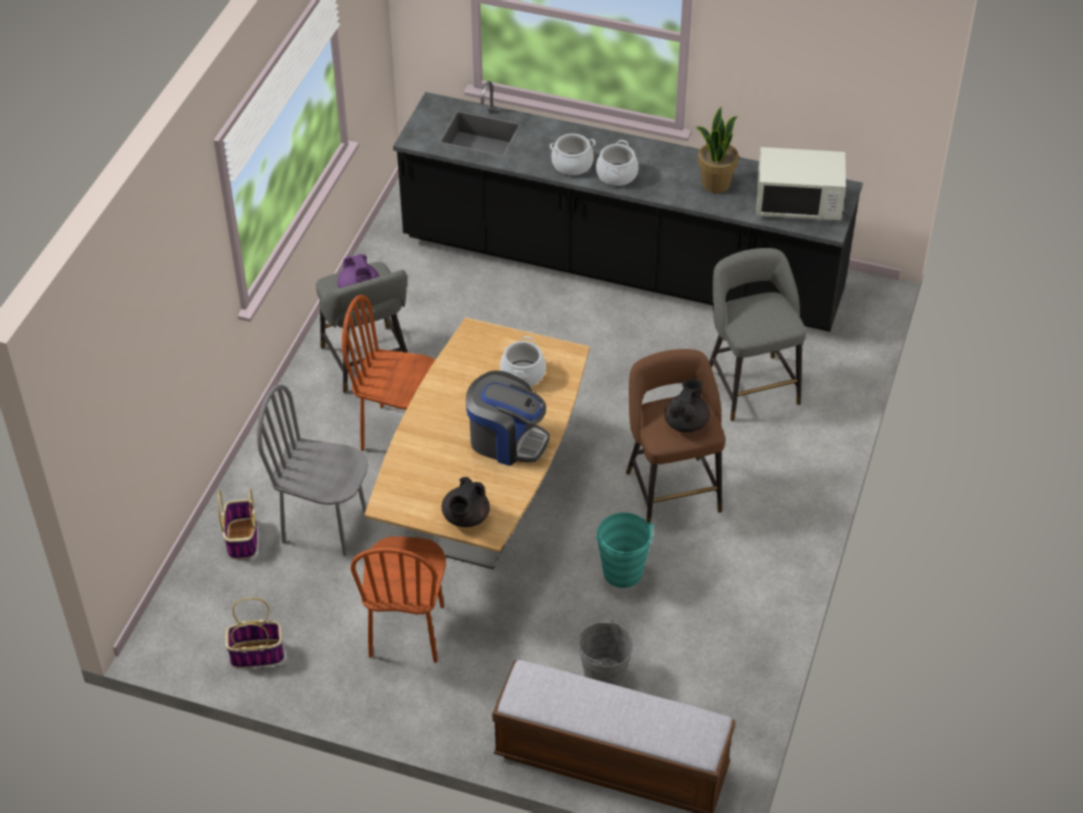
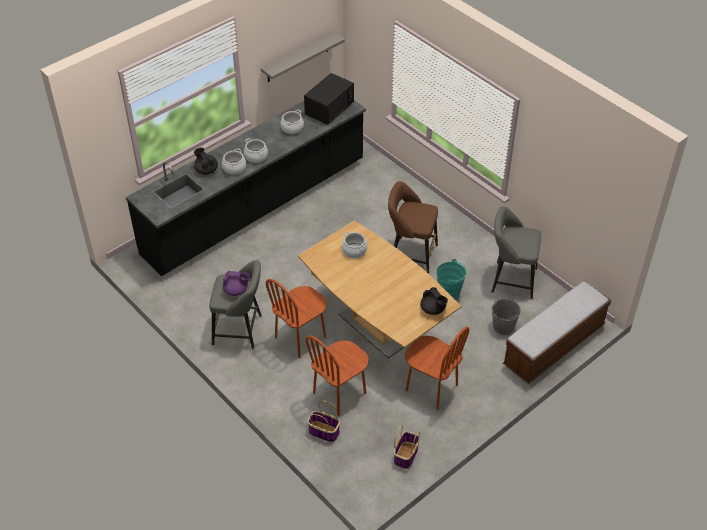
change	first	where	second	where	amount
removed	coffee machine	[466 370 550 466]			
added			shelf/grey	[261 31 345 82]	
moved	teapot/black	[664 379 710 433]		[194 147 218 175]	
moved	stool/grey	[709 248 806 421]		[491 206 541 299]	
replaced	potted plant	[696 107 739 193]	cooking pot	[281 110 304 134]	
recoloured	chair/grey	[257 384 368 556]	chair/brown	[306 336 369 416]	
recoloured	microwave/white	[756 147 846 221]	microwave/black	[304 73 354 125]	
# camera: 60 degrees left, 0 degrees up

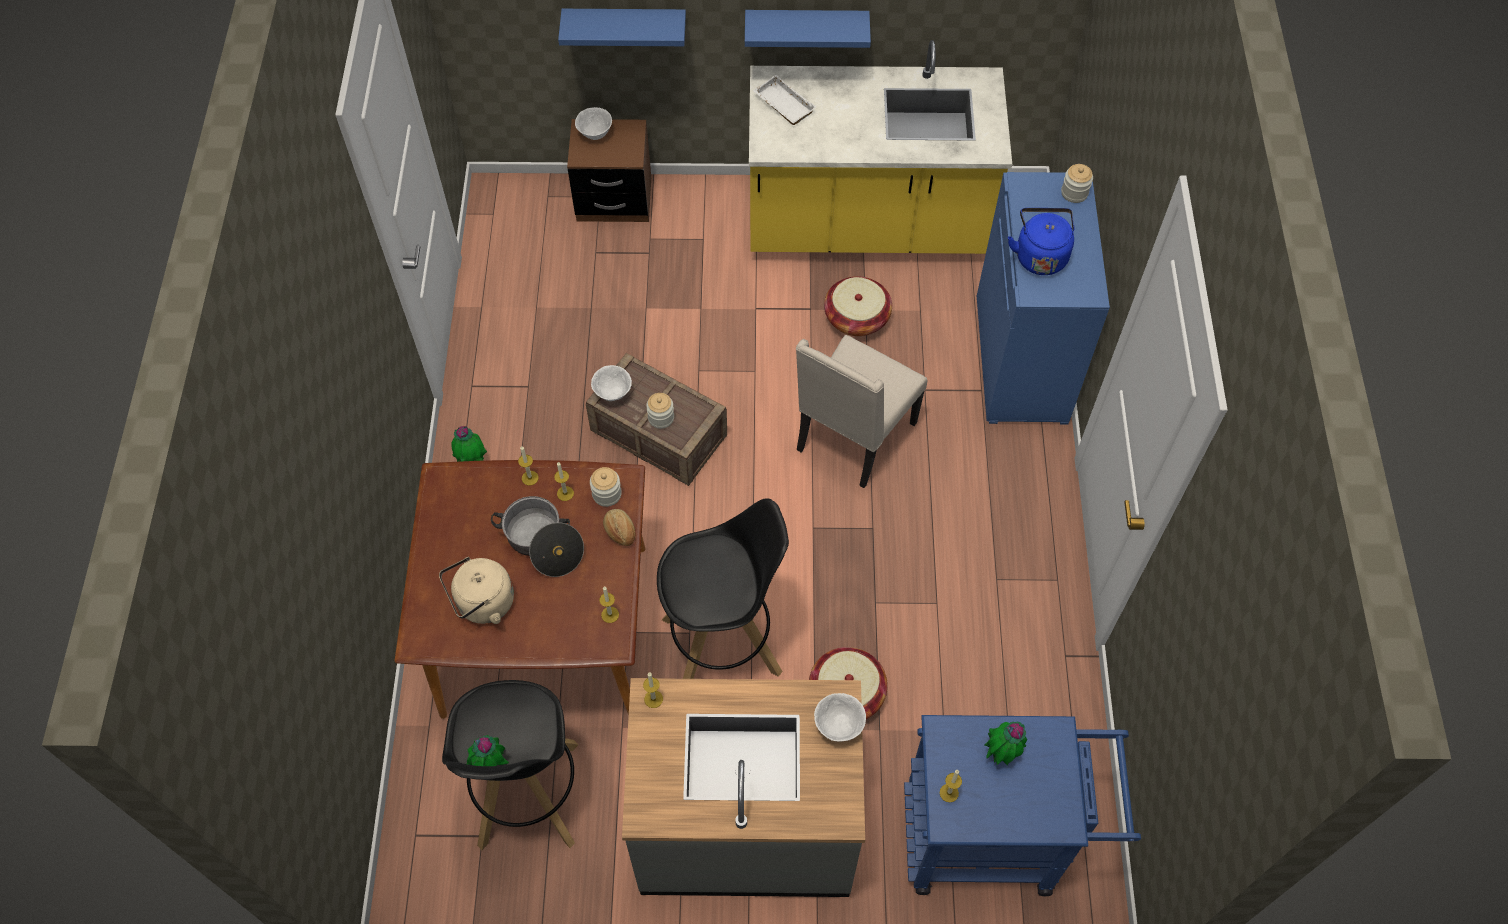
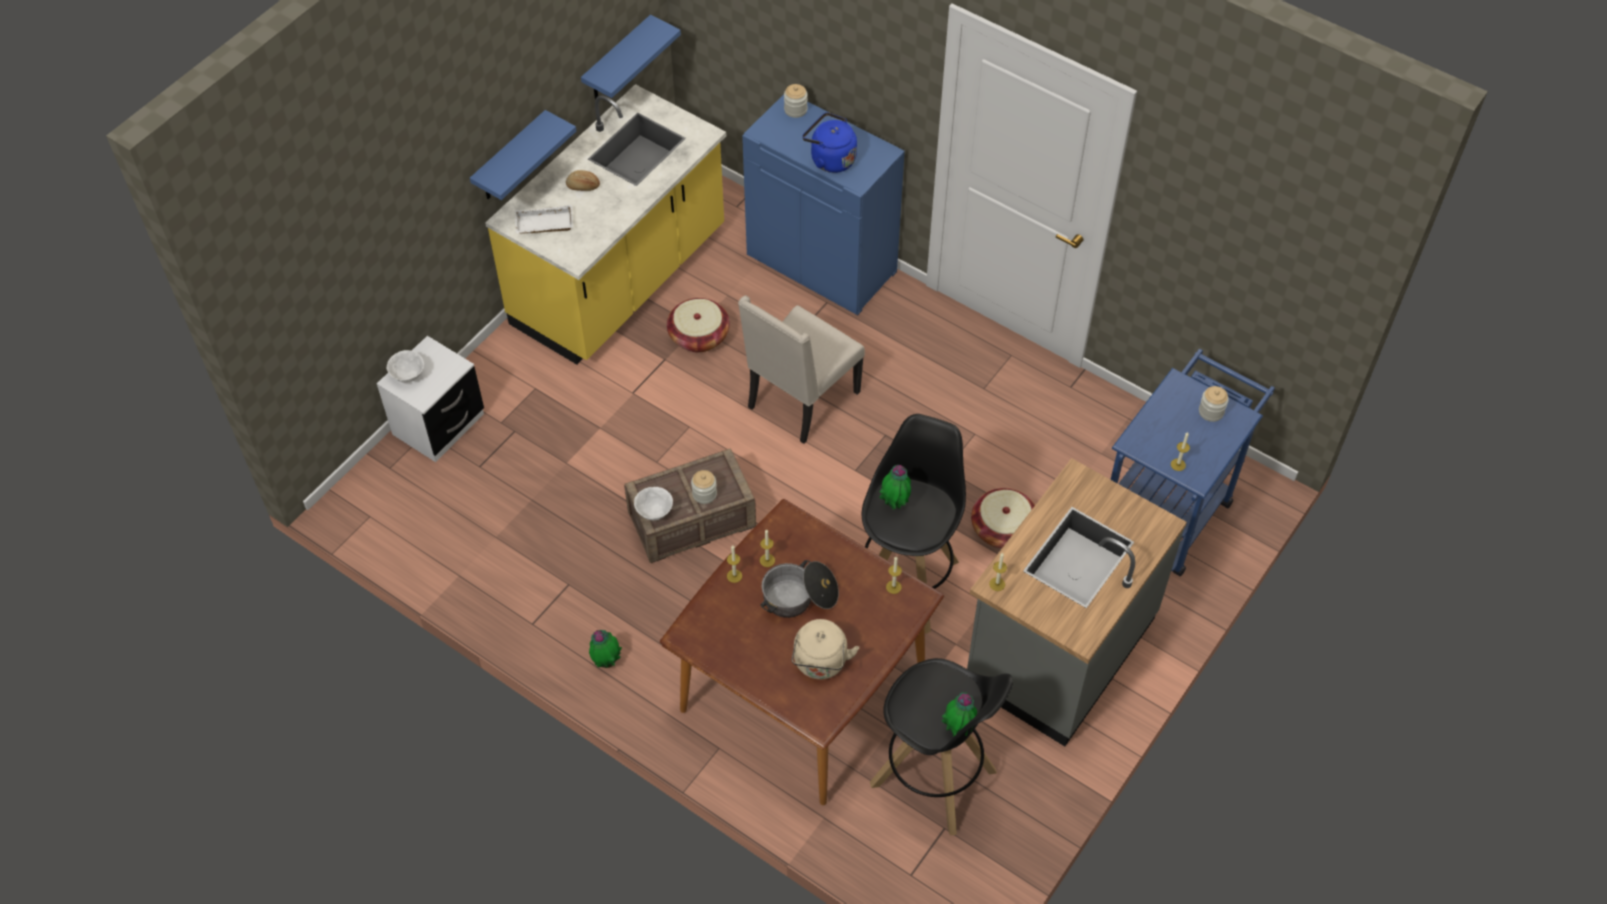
change	first	where	second	where	amount
removed	bowl/white	[814 693 866 741]			
moved	shelf/blue	[558 9 686 46]		[581 15 681 99]	
moved	jar	[590 467 622 507]		[1199 386 1229 422]	
moved	bread	[603 509 635 546]		[566 170 600 191]	
moved	potted plant	[984 722 1027 765]		[880 465 911 510]	
recoloured	nightstand/brown	[567 119 651 222]	nightstand/white	[377 336 484 462]	
turned	chair/beige	[796 335 927 488]		[738 296 865 444]	60 degrees clockwise
# camera: 55 degrees left, 5 degrees down

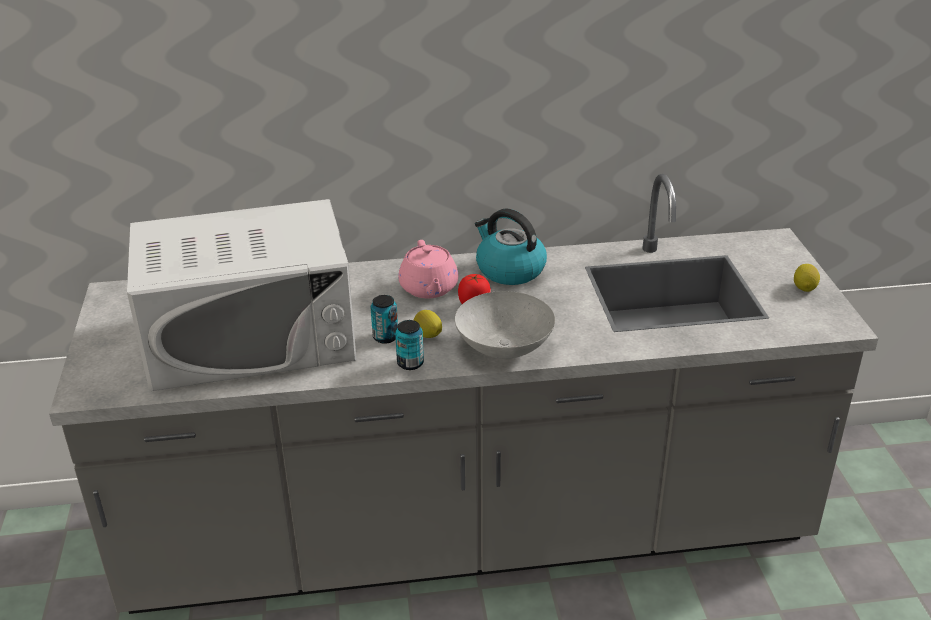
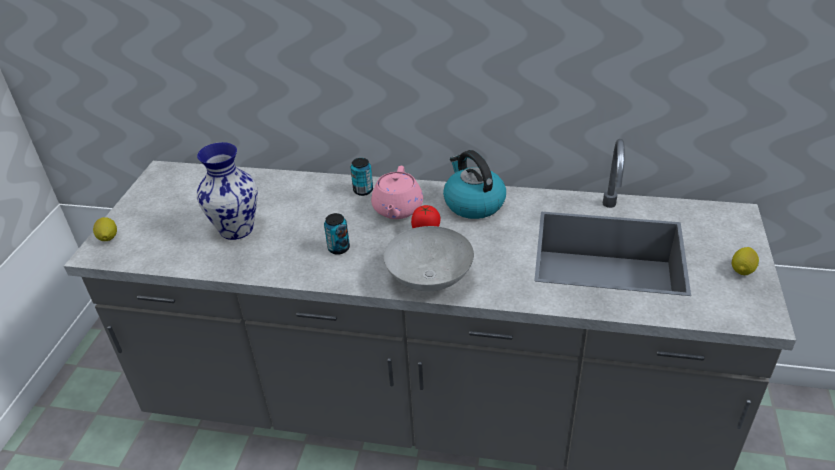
change	first	where	second	where	amount
moved	can	[395 320 424 370]		[351 158 373 196]	
moved	lemon	[414 310 442 338]		[93 217 117 241]	
replaced	microwave/white	[127 199 357 392]	vase	[197 142 258 240]	
# camera: 20 degrees right, 5 degrees up

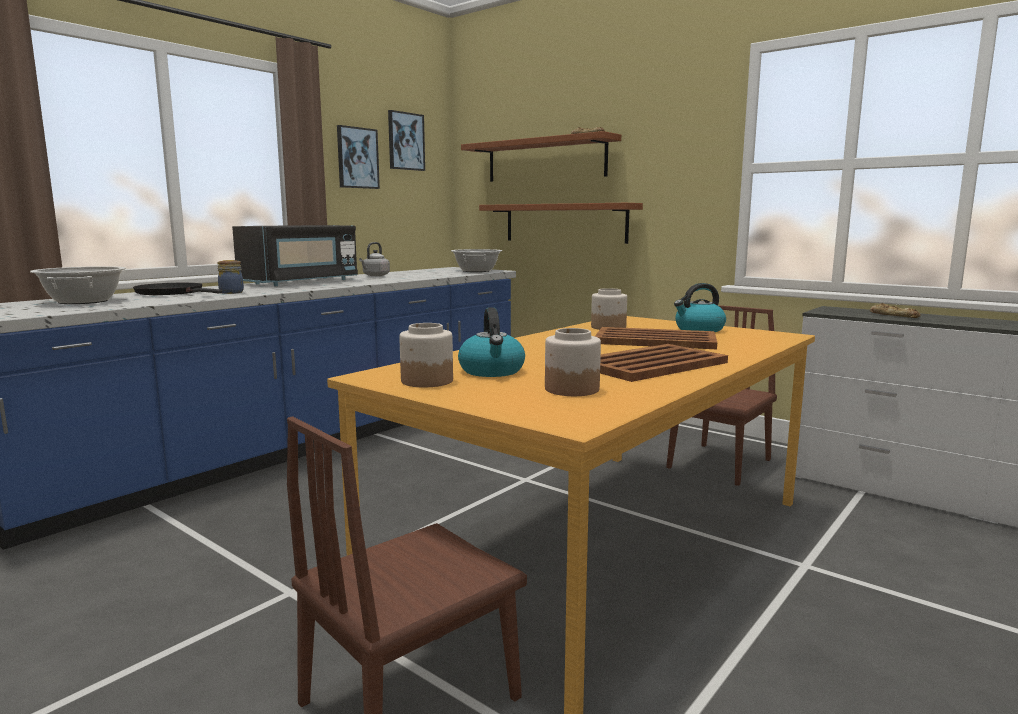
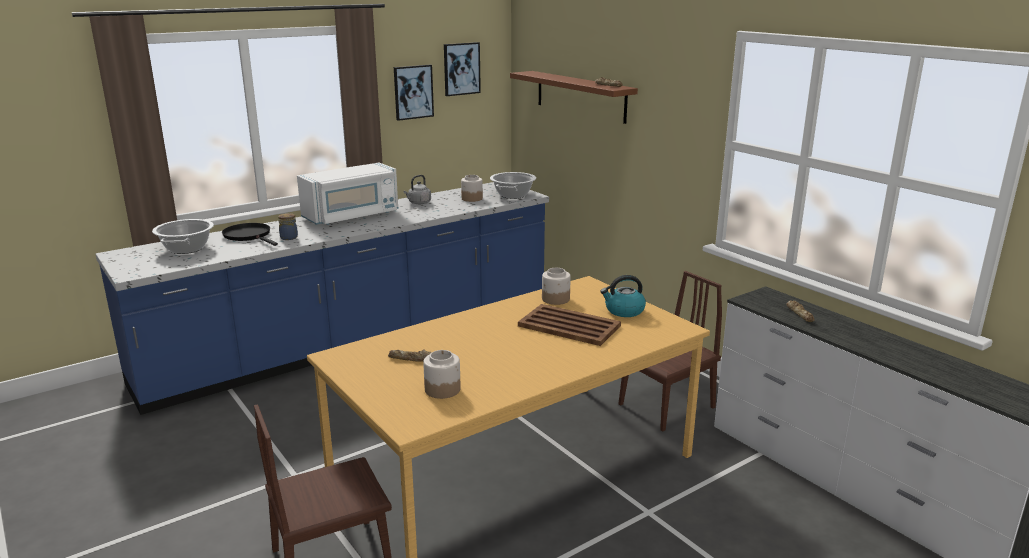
change	first	where	second	where	amount
removed	shelf/brown	[479 203 643 244]			
removed	tray/brown	[600 344 728 382]			
moved	jar	[399 323 453 387]		[461 175 483 202]	
replaced	kettle	[458 307 525 377]	bread	[388 350 432 362]	
recoloured	microwave/black	[232 225 358 286]	microwave/white	[297 162 398 225]	
# camera: 15 degrees right, 10 degrees up

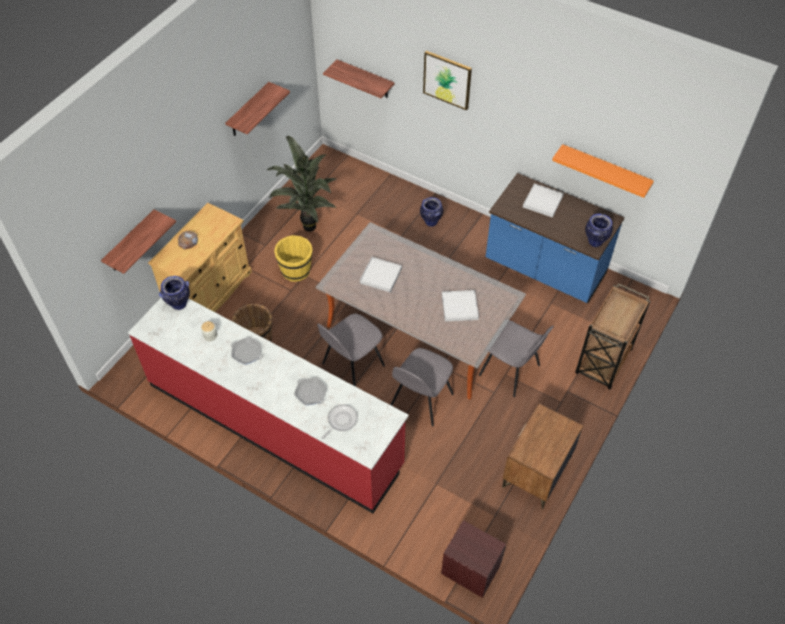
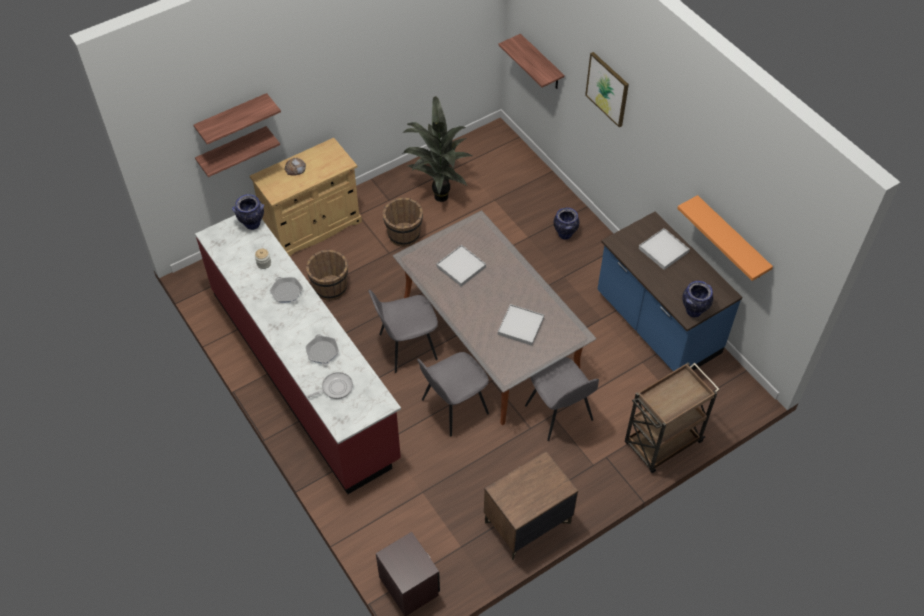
change	first	where	second	where	amount
moved	shelf	[225 82 290 136]		[193 93 281 144]	
recoloured	bucket/yellow	[274 235 313 282]	bucket/brown	[382 197 423 247]	
# camera: 25 degrees right, 0 degrees up

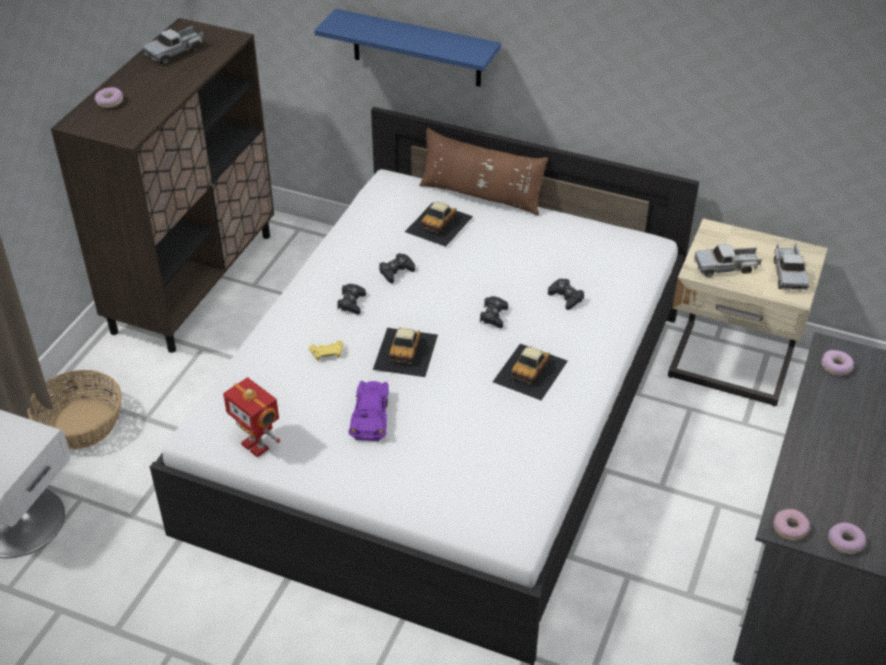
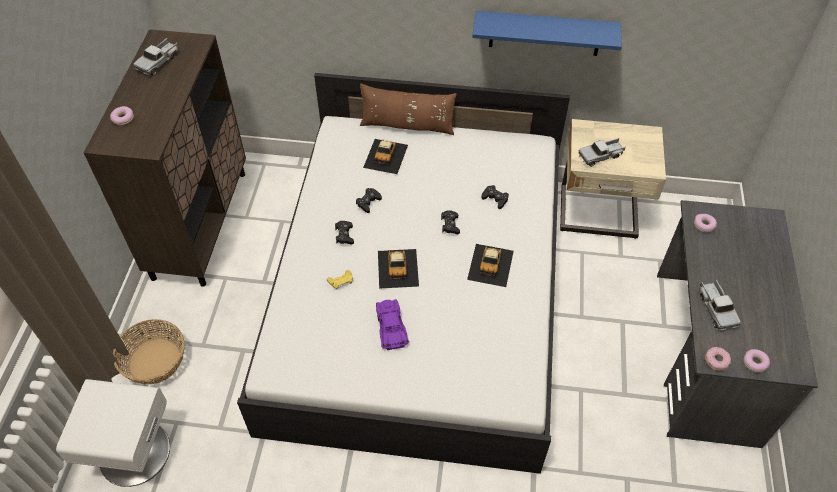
change	first	where	second	where	amount
removed	toy robot	[223 377 280 457]			
moved	shelf/blue	[314 9 501 87]		[472 11 622 56]	
moved	toy truck	[774 243 809 291]		[699 279 741 330]	
# camera: 15 degrees left, 10 degrees up

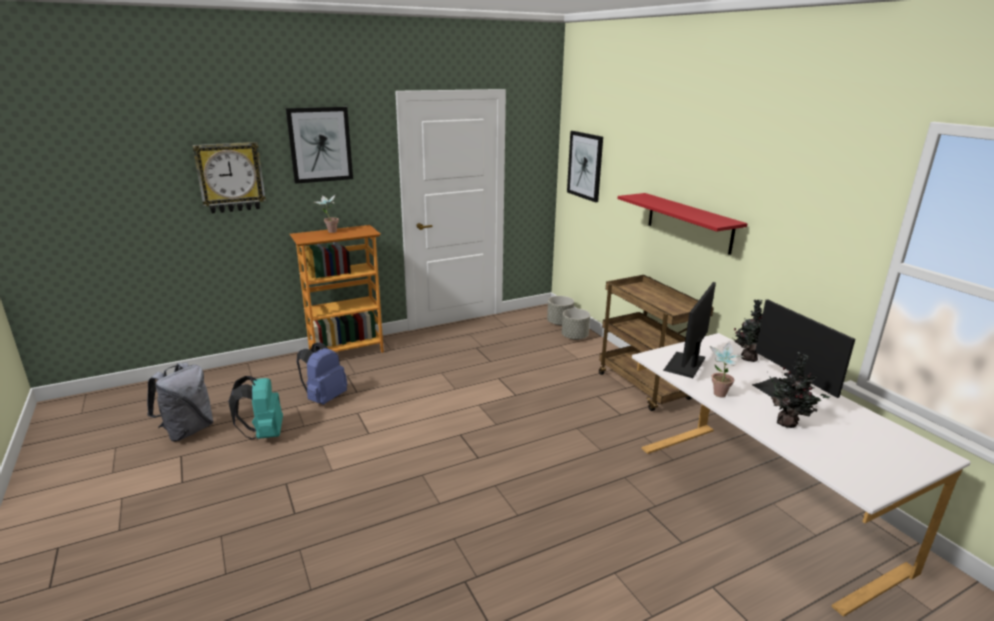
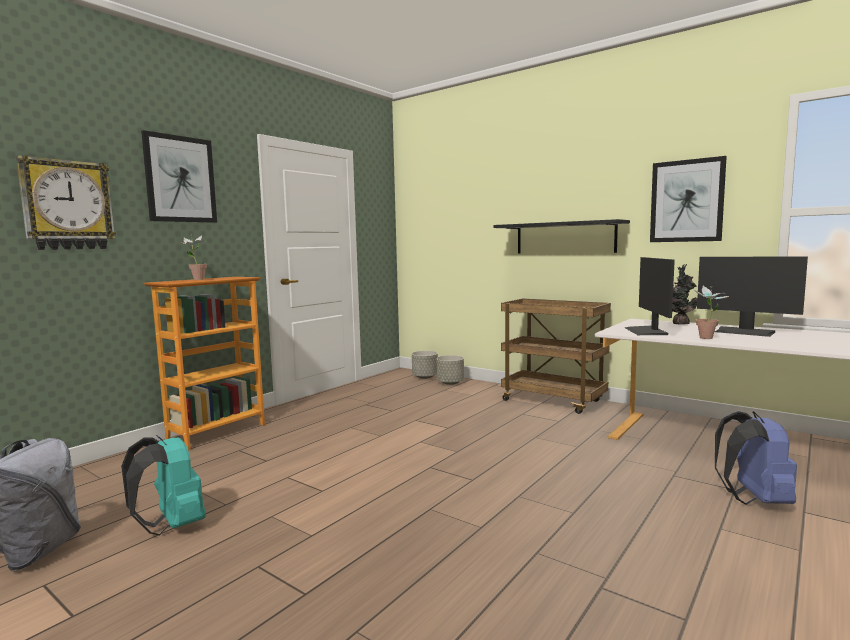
change	first	where	second	where	amount
removed	potted plant	[767 352 830 428]			
moved	backpack/blue	[297 342 347 405]		[715 411 797 505]	
moved	picture	[567 131 603 202]		[650 156 727 242]	
recoloured	shelf/red	[617 193 748 255]	shelf/black	[493 219 630 253]	
# camera: 25 degrees left, 15 degrees down

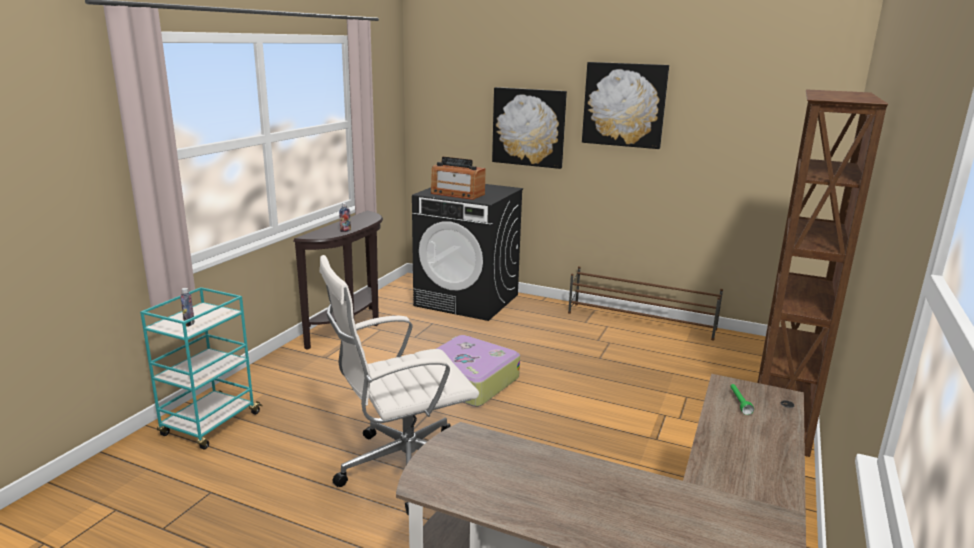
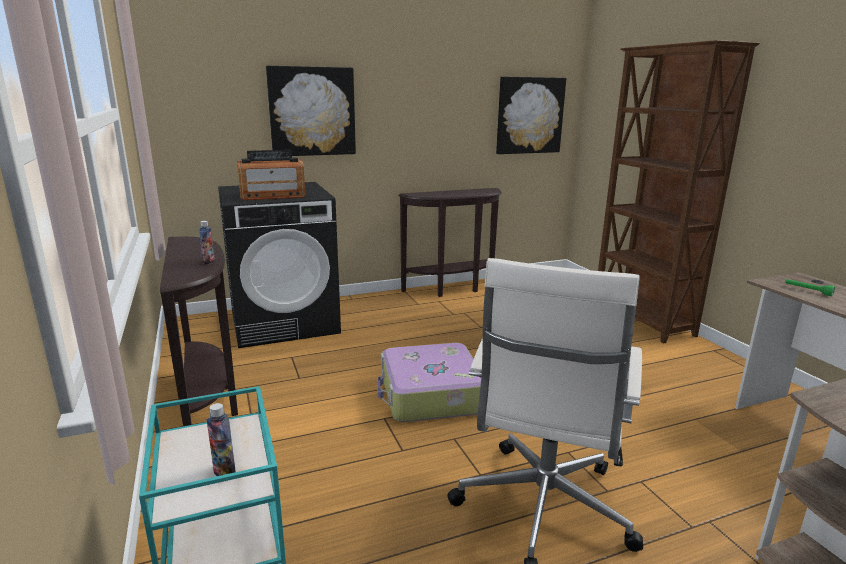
change	first	where	second	where	amount
moved	picture	[582 62 669 149]		[496 77 566 154]	
replaced	shoe rack/brown	[568 266 723 340]	console table/brown	[398 188 502 297]	
# camera: 45 degrees left, 0 degrees up

